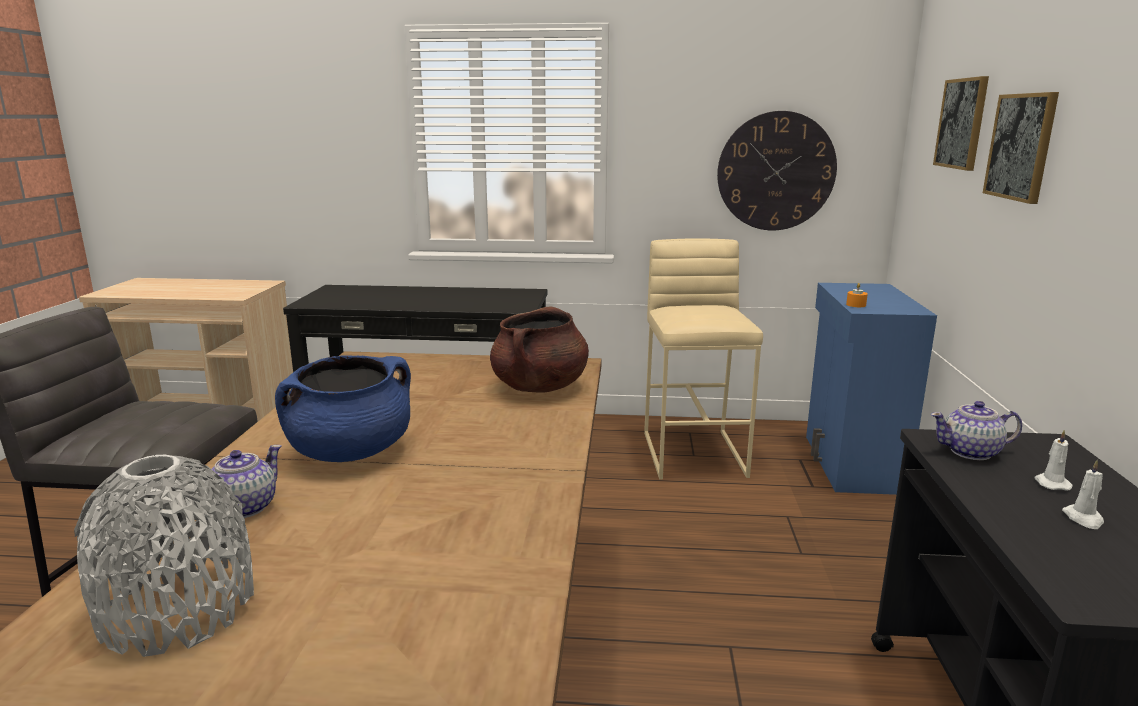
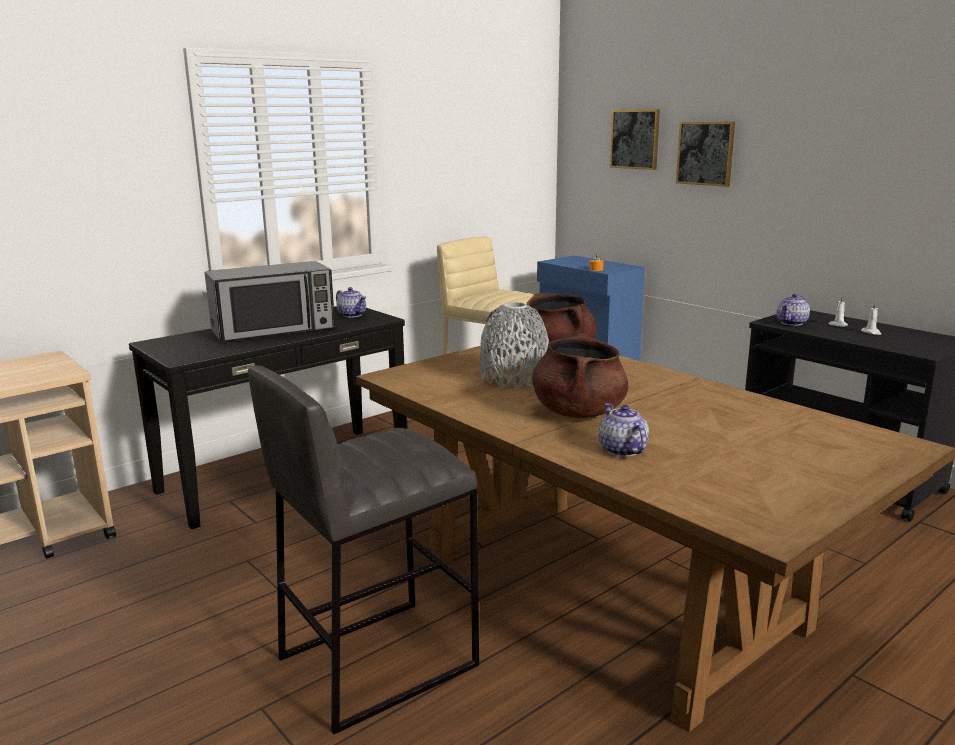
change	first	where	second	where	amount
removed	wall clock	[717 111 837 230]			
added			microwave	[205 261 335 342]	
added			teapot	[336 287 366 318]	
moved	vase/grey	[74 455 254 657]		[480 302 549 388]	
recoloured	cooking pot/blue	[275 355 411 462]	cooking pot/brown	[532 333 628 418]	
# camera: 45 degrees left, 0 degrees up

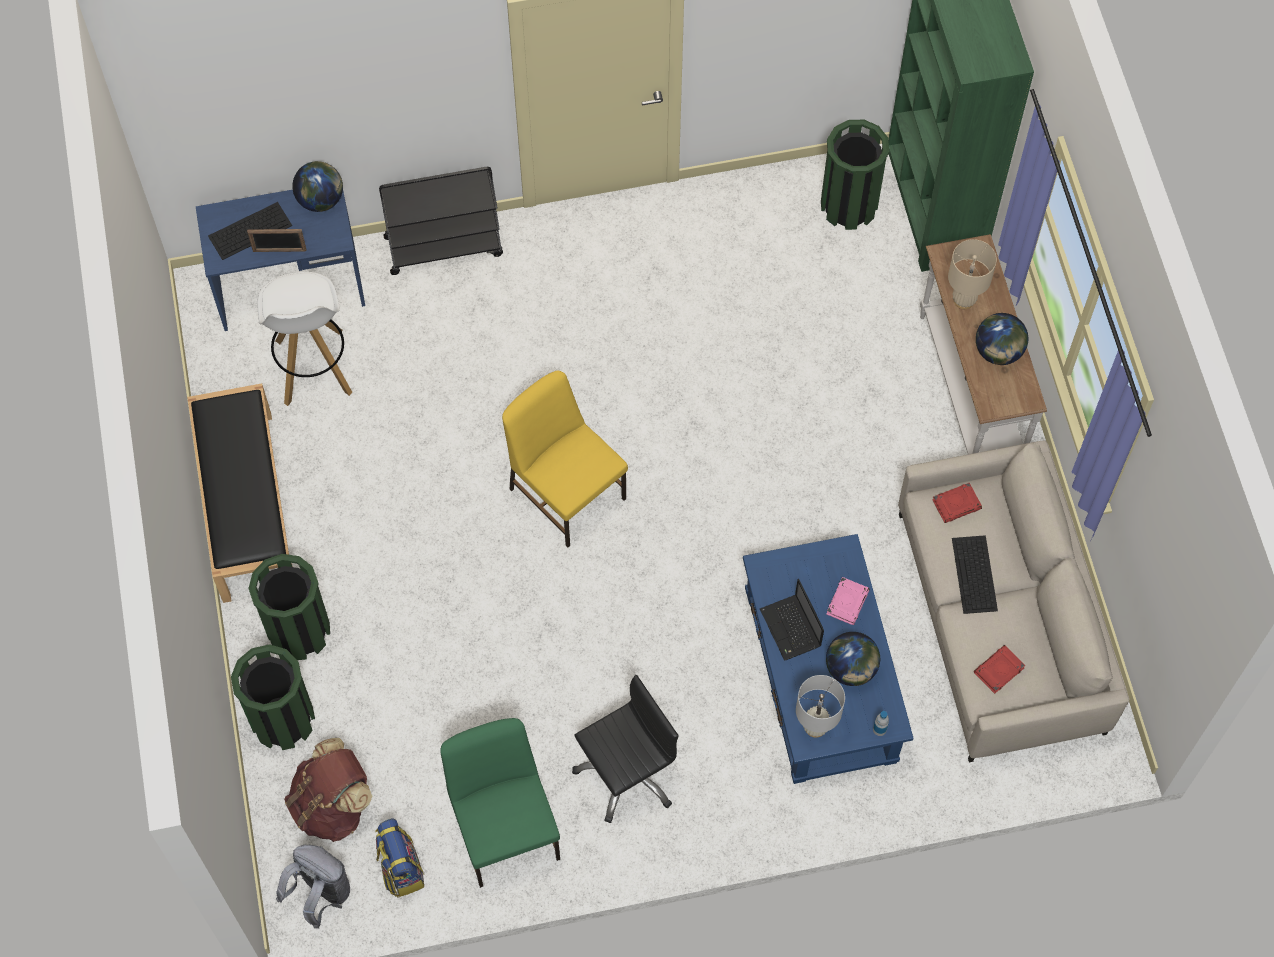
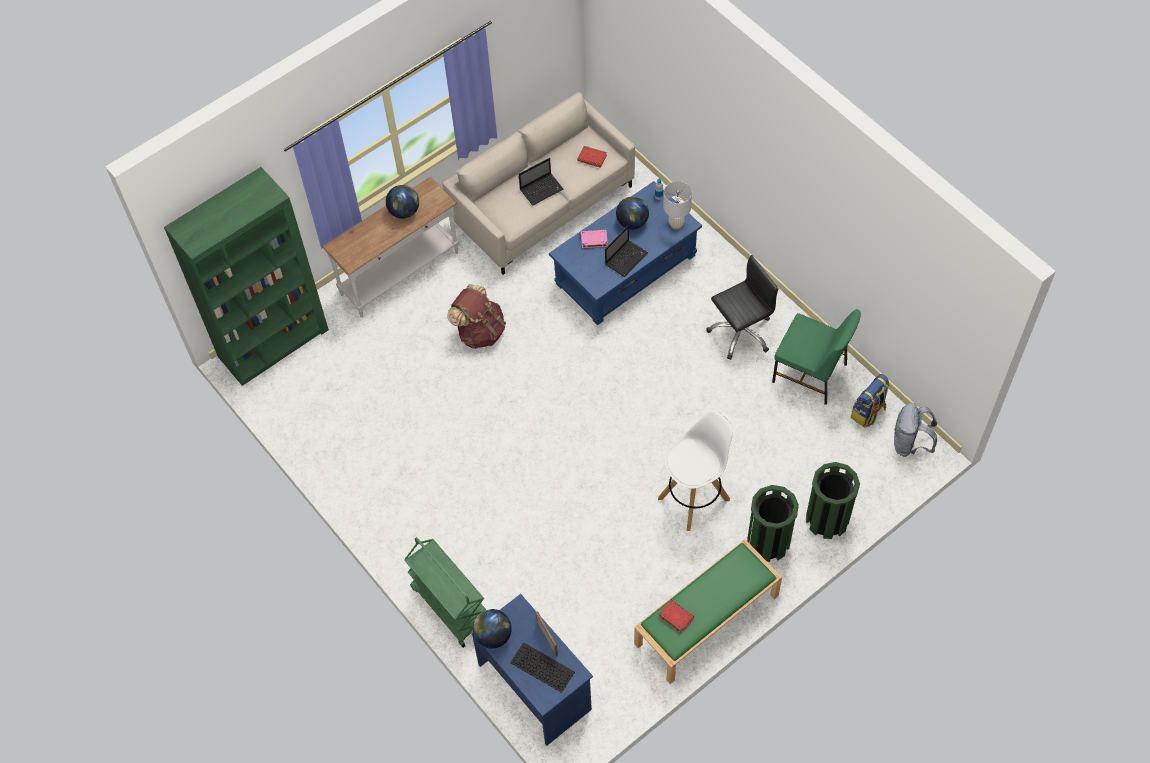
change	first	where	second	where	amount
removed	chair/yellow	[502 370 628 547]			
removed	trash can/green	[821 120 889 230]			
removed	table lamp/beige	[948 239 997 309]			
moved	stool/white	[257 272 352 406]		[658 410 733 531]	
moved	backpack/brown	[284 738 373 842]		[447 285 506 349]	
moved	book/red	[932 483 982 523]		[658 600 694 633]	
replaced	keyboard	[952 535 998 614]	laptop	[519 158 563 205]	
recoloured	bench/black	[187 383 293 603]	bench/green	[634 539 782 684]	
recoloured	cart/black	[379 167 503 275]	cart/green	[404 537 486 648]	
turned	chair/green	[440 718 560 888]		[772 309 861 405]	105 degrees counterclockwise
turned	office chair/black	[572 675 679 823]		[706 255 779 360]	120 degrees clockwise
# camera: 115 degrees left, 5 degrees down

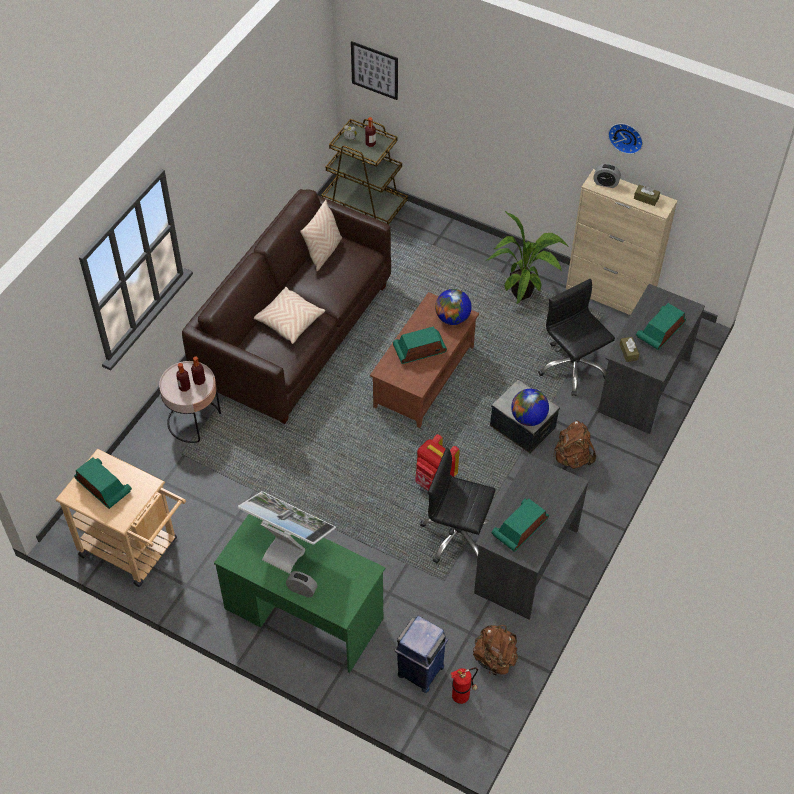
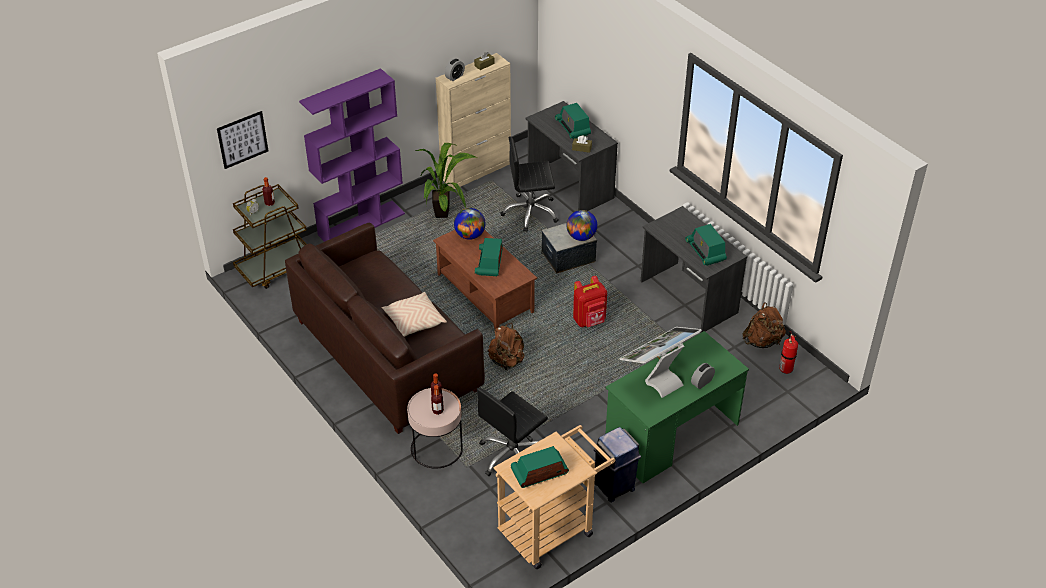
change	first	where	second	where	amount
removed	pillow/beige	[300 200 342 271]			
removed	wall clock	[608 123 643 154]			
added			bookcase/purple	[299 68 405 242]	
moved	trash can/blue	[395 616 448 693]		[594 427 641 502]	
moved	office chair/black	[420 448 496 564]		[477 387 548 476]	
moved	backpack/brown	[554 421 596 469]		[488 323 524 370]	
# camera: 65 degrees left, 10 degrees down

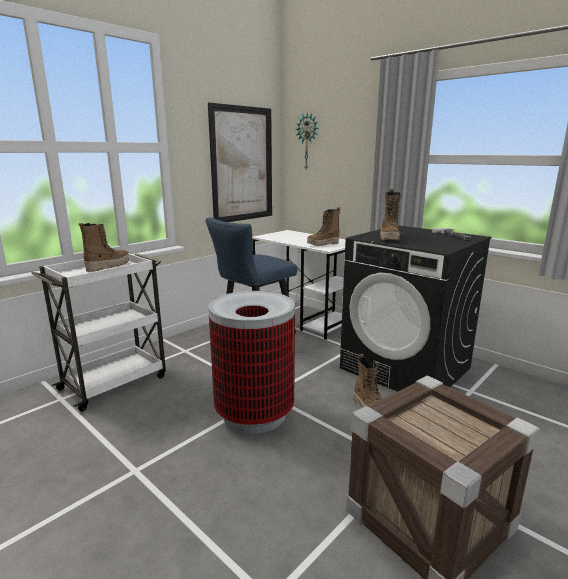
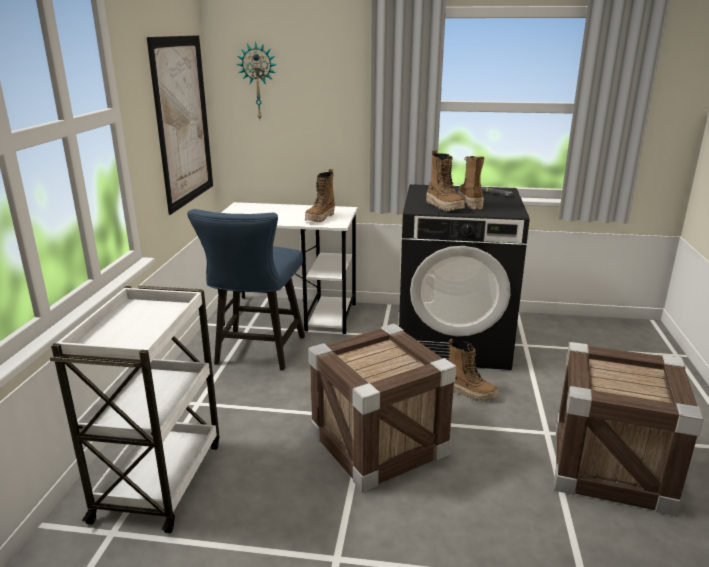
change	first	where	second	where	amount
moved	boot	[79 223 129 272]		[458 156 484 210]	
replaced	trash can	[208 291 295 434]	crate	[308 324 456 492]	
# camera: 35 degrees left, 5 degrees up

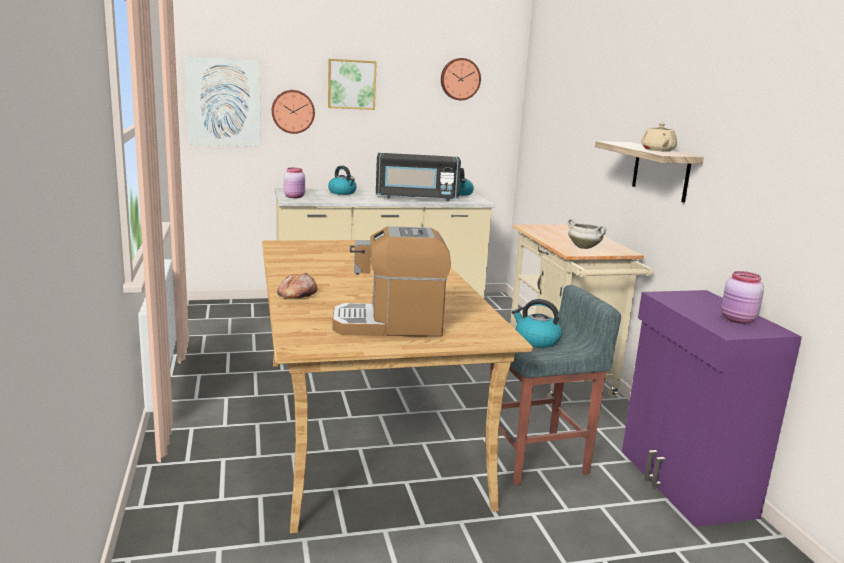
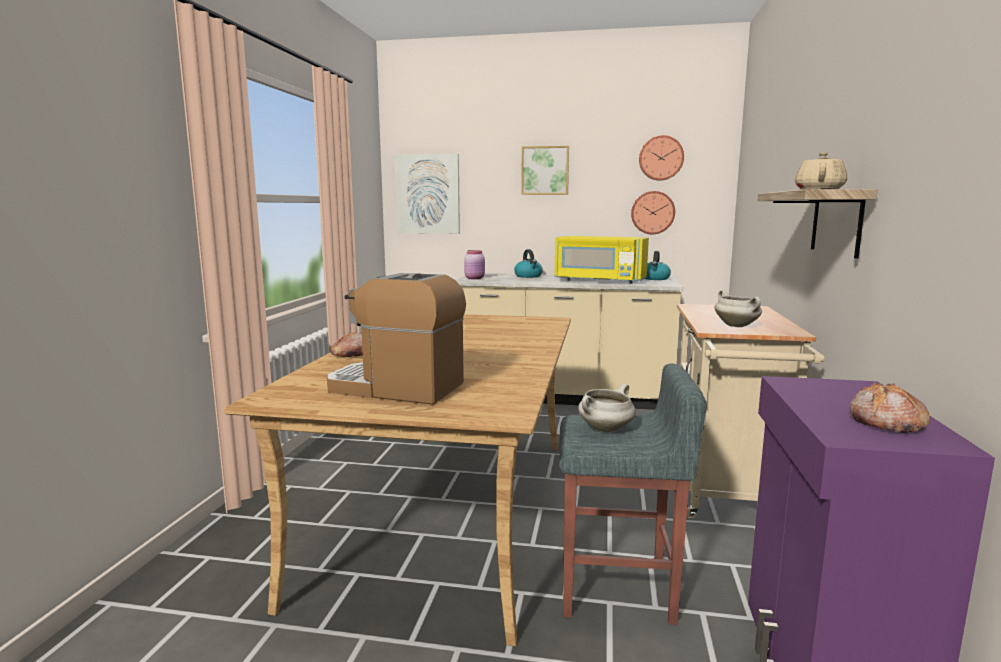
change	first	where	second	where	amount
moved	wall clock	[272 90 315 134]		[631 191 675 234]	
replaced	kettle	[512 299 562 348]	cooking pot/white	[578 384 636 432]	
replaced	jar/pink	[721 271 764 324]	bread	[850 382 930 433]	
recoloured	microwave/black	[376 153 461 201]	microwave/yellow	[554 236 649 284]	
# camera: 25 degrees right, 5 degrees down

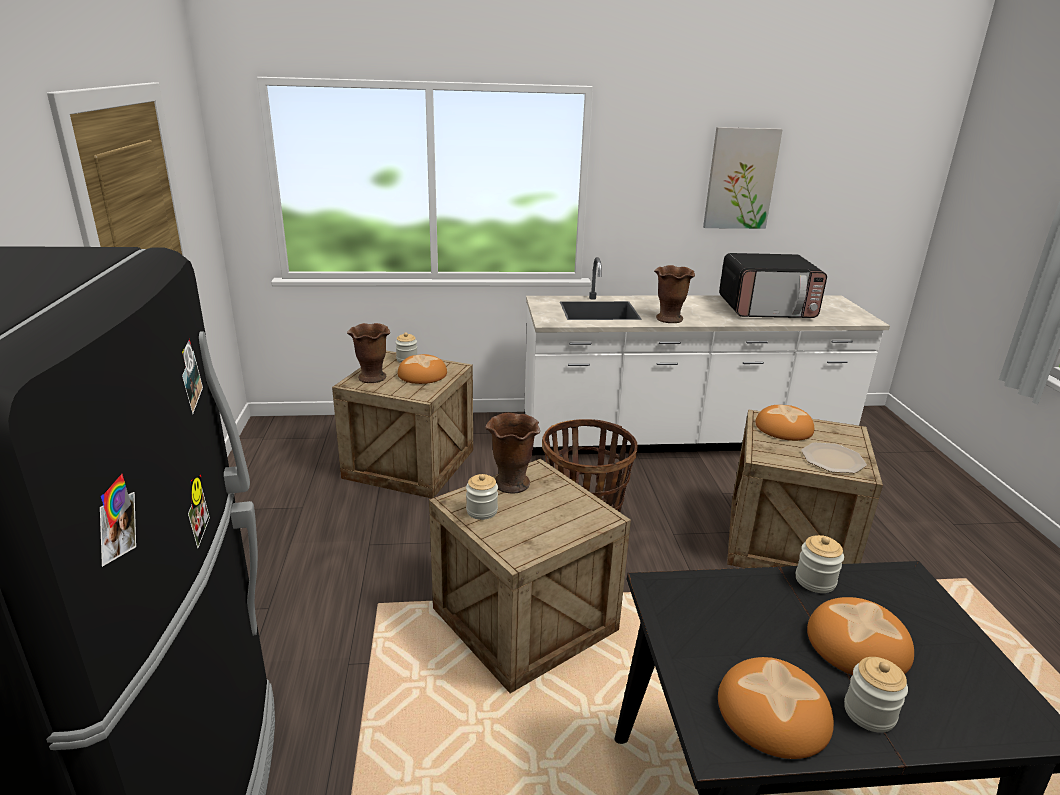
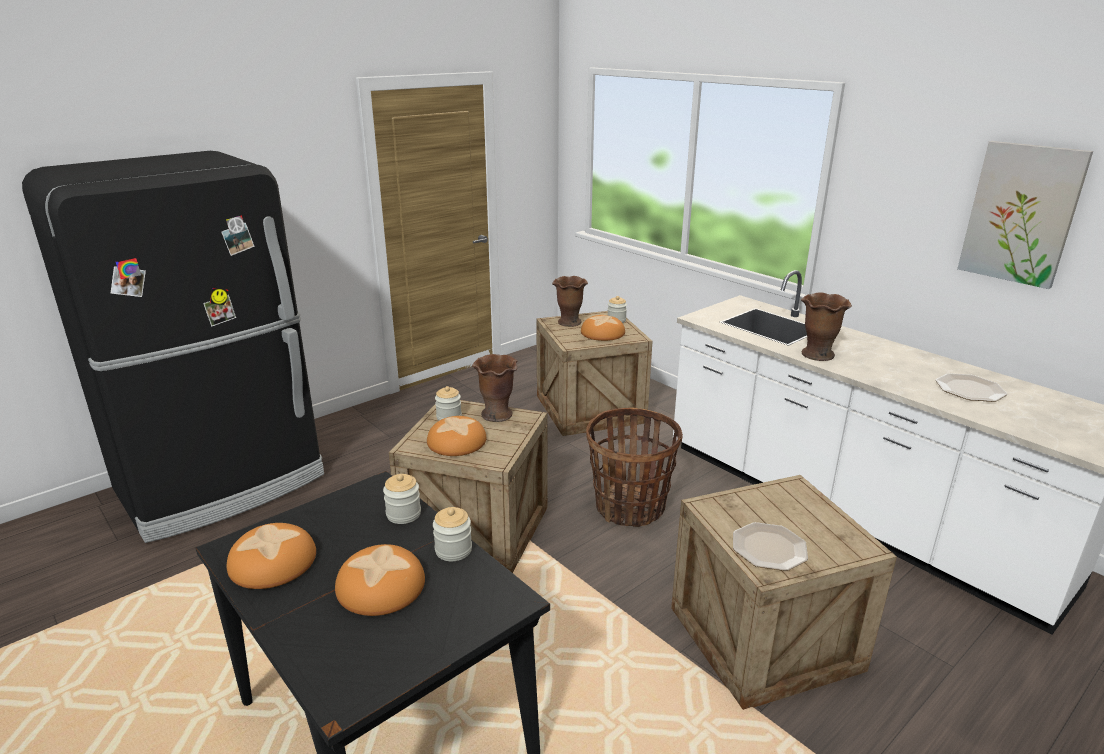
change	first	where	second	where	amount
moved	bread	[755 405 814 441]		[427 416 486 456]	
moved	jar	[844 657 908 733]		[383 474 421 524]	
replaced	microwave	[719 253 827 318]	plate	[935 373 1007 402]	
# camera: 55 degrees right, 0 degrees up

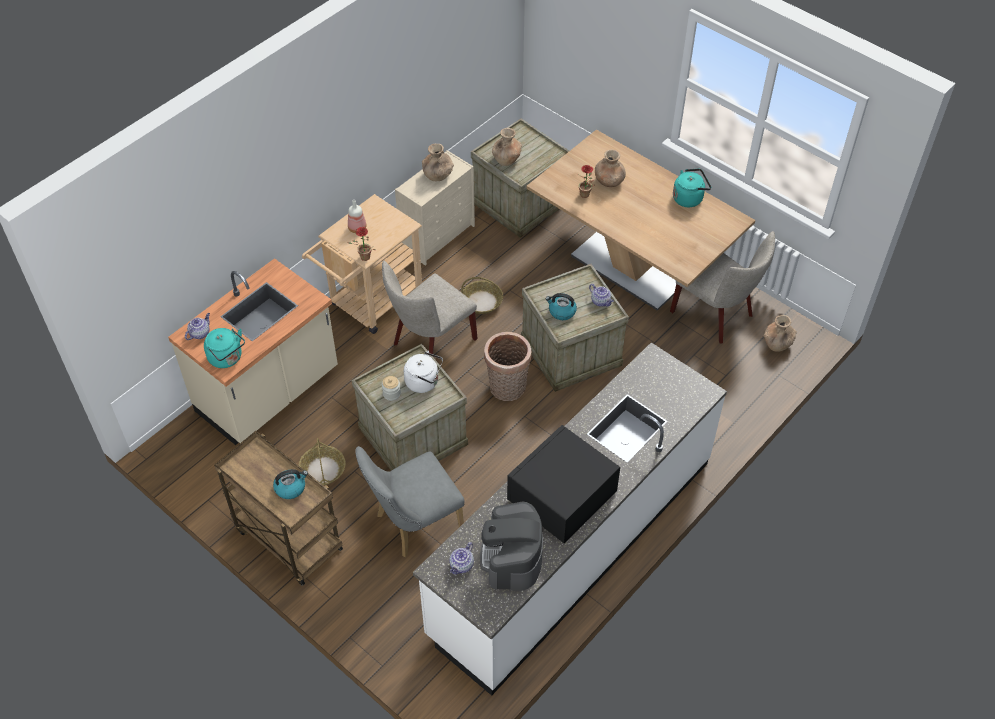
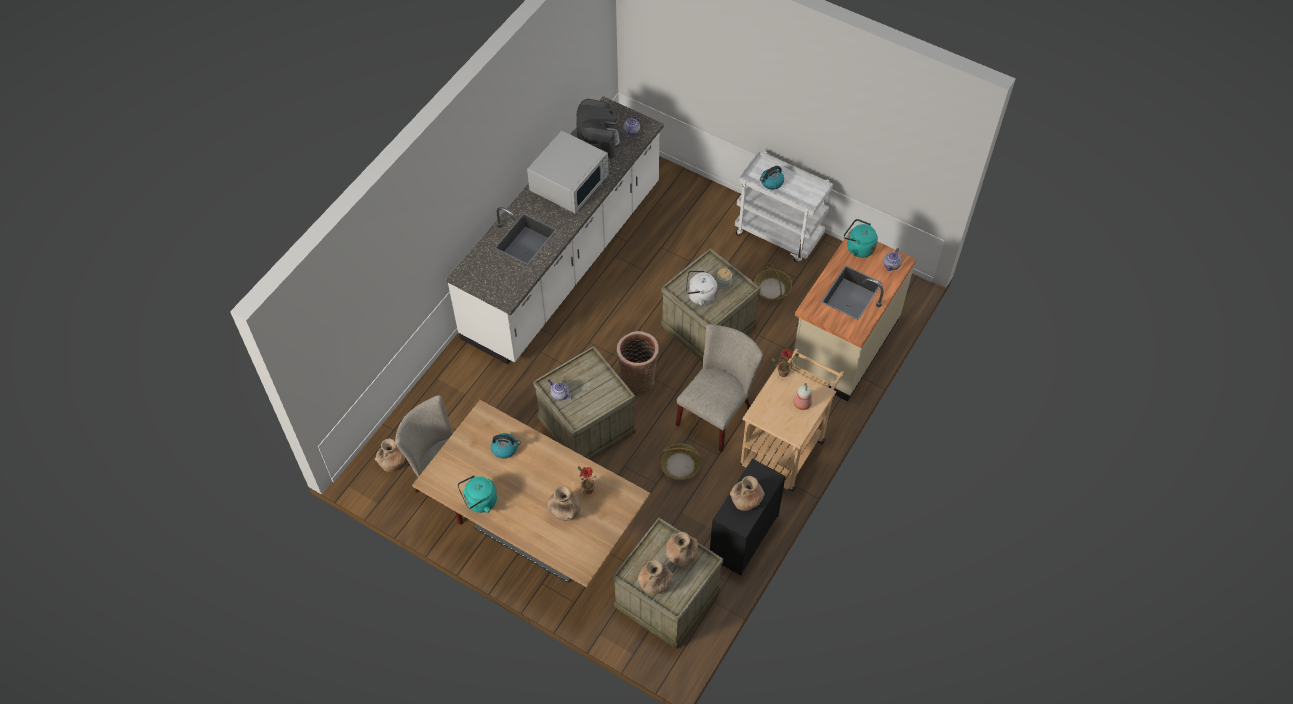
change	first	where	second	where	amount
removed	chair/grey	[355 446 464 557]			
added			vase/brown	[637 560 673 594]	
moved	kettle	[545 293 577 320]		[491 433 521 459]	
recoloured	cart/brown	[214 431 343 586]	cart/white	[735 150 833 263]	
recoloured	dresser/beige	[395 150 475 266]	dresser/black	[710 459 786 576]	
recoloured	microwave/black	[507 425 620 543]	microwave/white	[527 131 609 214]	
# camera: 170 degrees right, 5 degrees up

